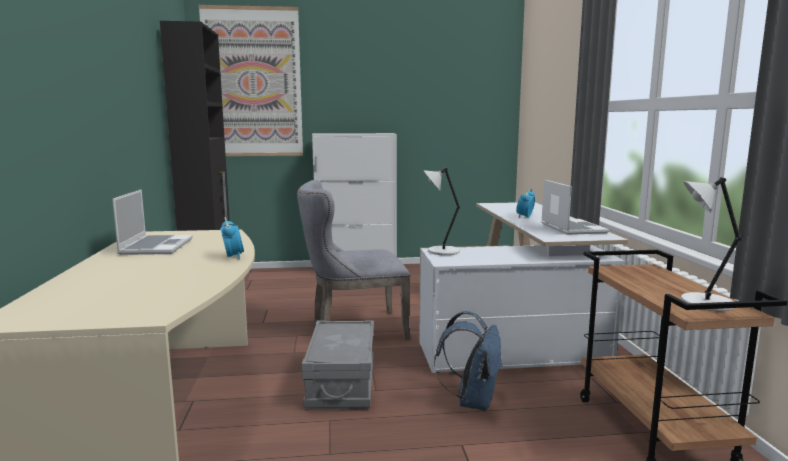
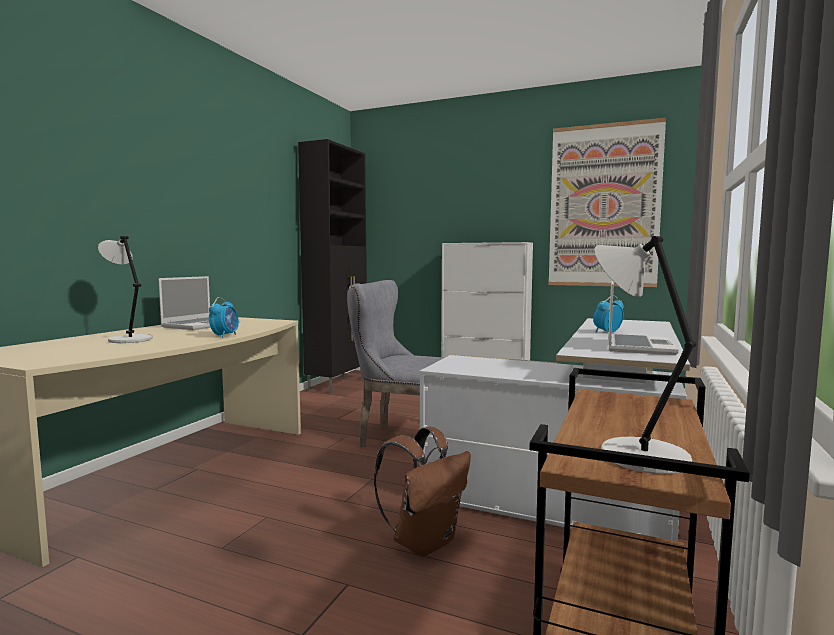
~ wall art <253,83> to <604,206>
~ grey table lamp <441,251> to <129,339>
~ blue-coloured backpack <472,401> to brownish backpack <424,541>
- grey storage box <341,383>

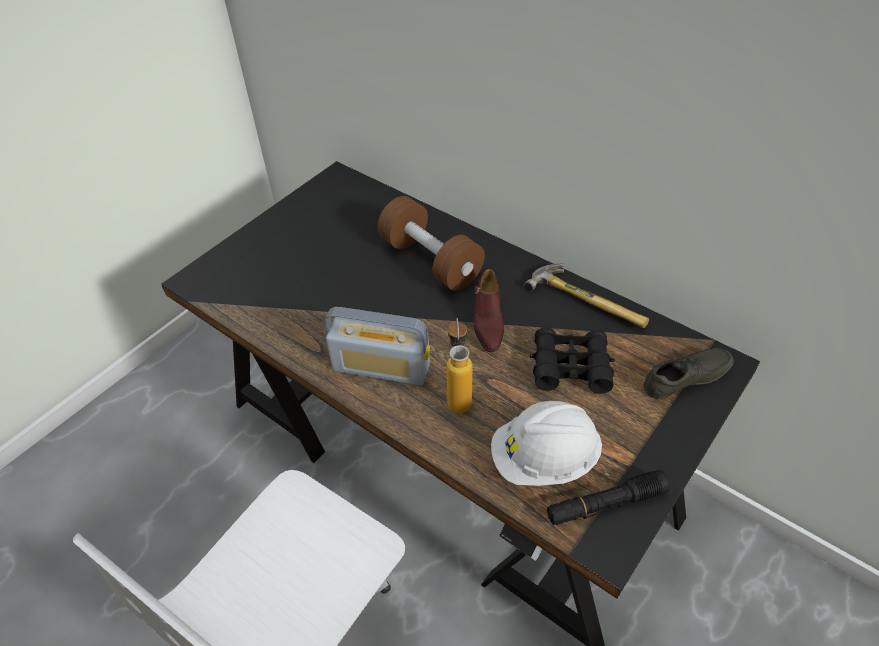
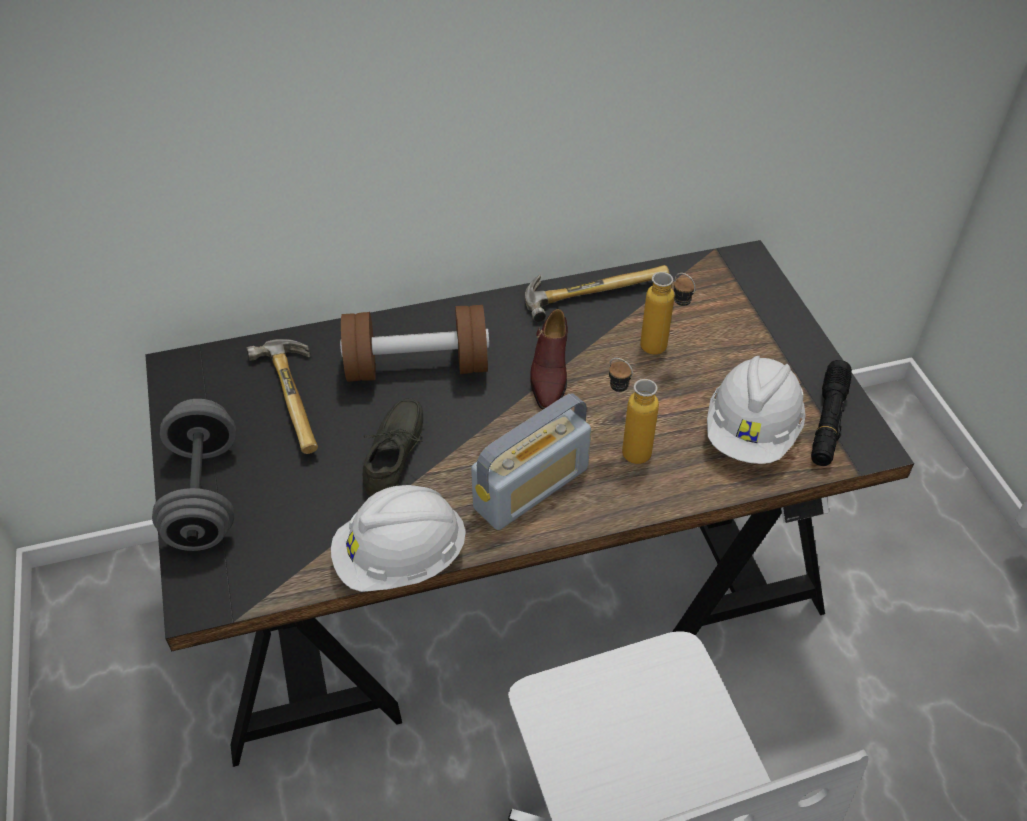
~ brownish item of footwear <487,321> = <549,373> 60 degrees clockwise
~ black-coloured field glasses <570,367> to drink bottle <662,352>
~ grey item of footwear <688,380> to <398,454>
+ tool hammer <299,398>
+ grey dumbbell <204,496>
+ white-coloured work helmet <400,560>

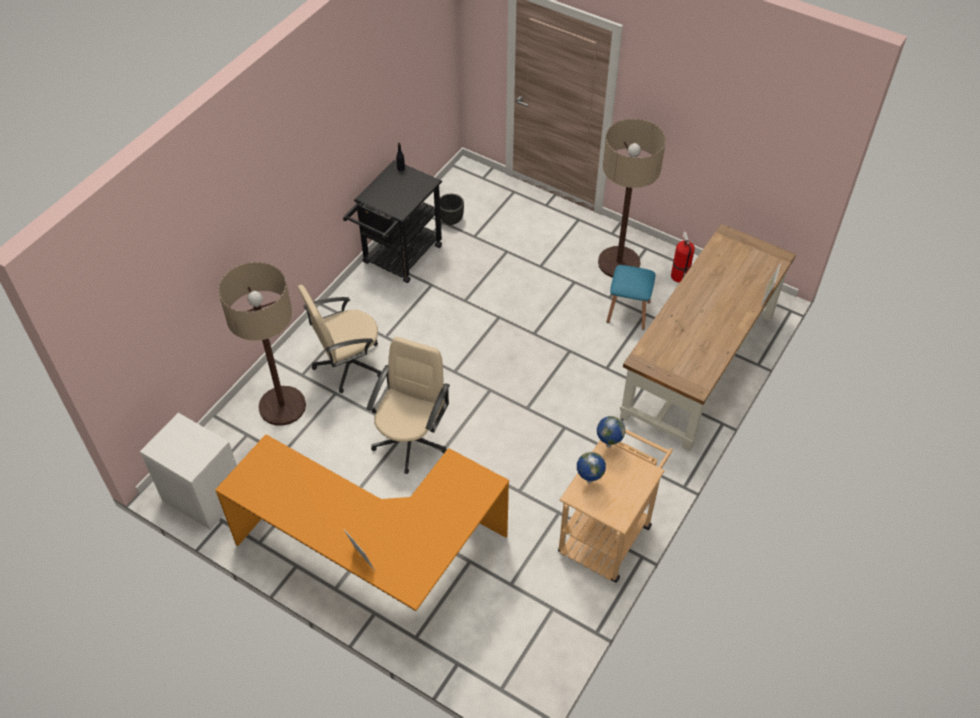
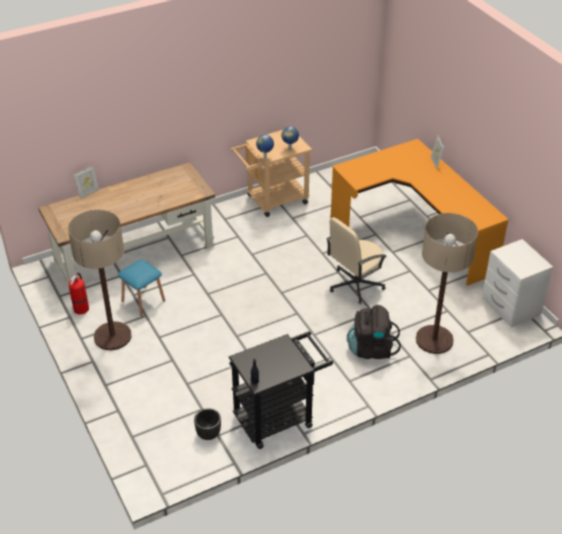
~ sand-coloured computer chair <348,364> to black-coloured backpack <371,349>

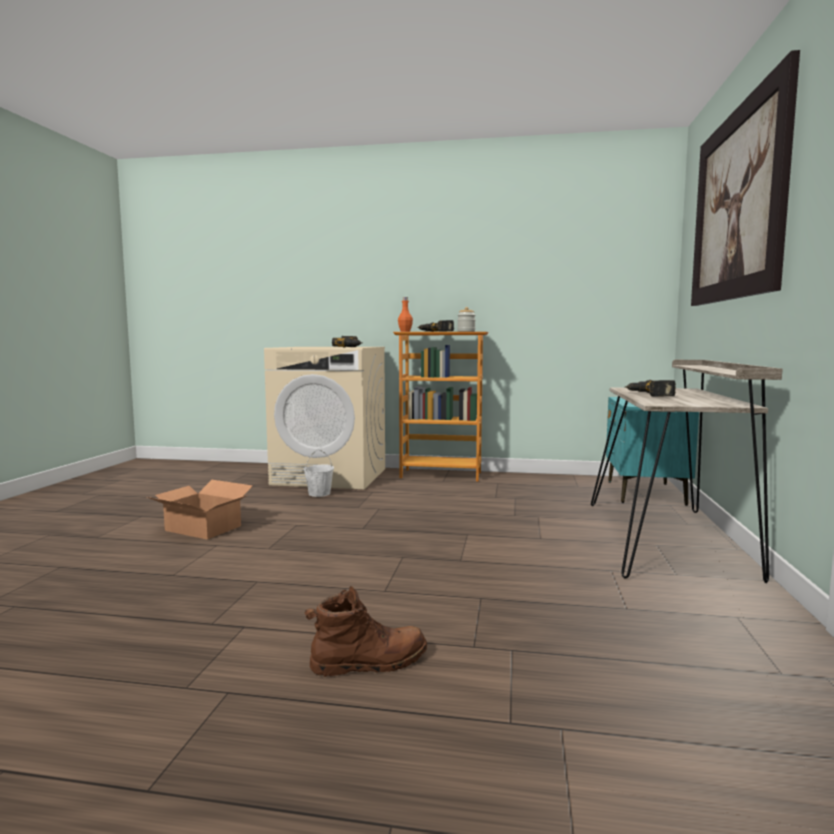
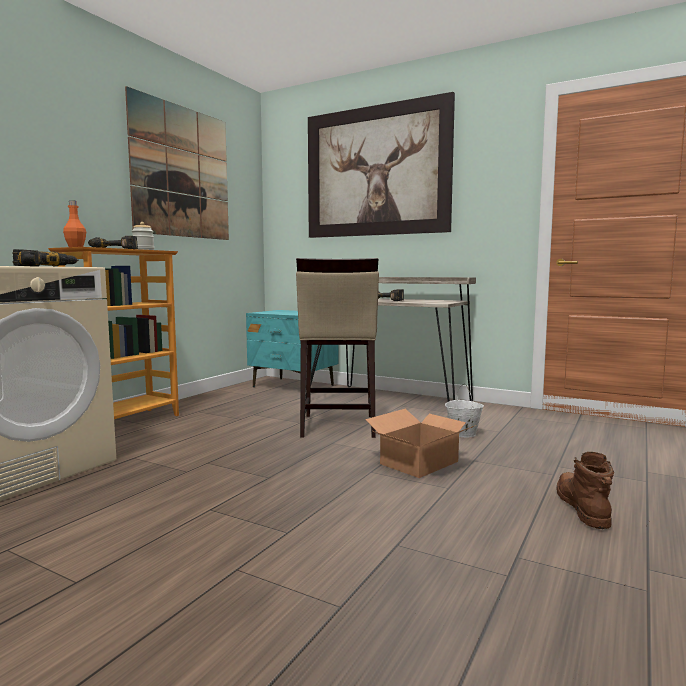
~ white-coloured water bucket <319,494> to <463,434>
~ cardboard box <203,528> to <420,463>
+ wall art <181,172>
+ sand-coloured sitting stool <337,426>

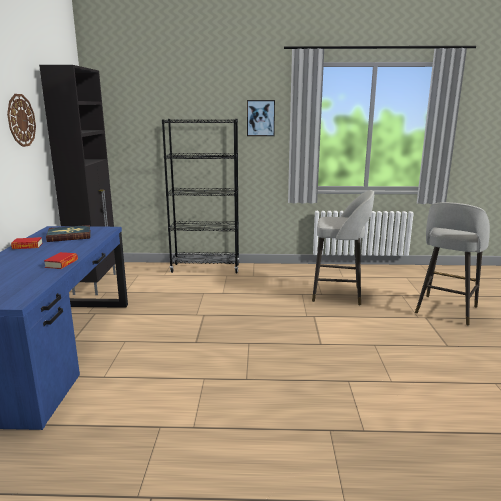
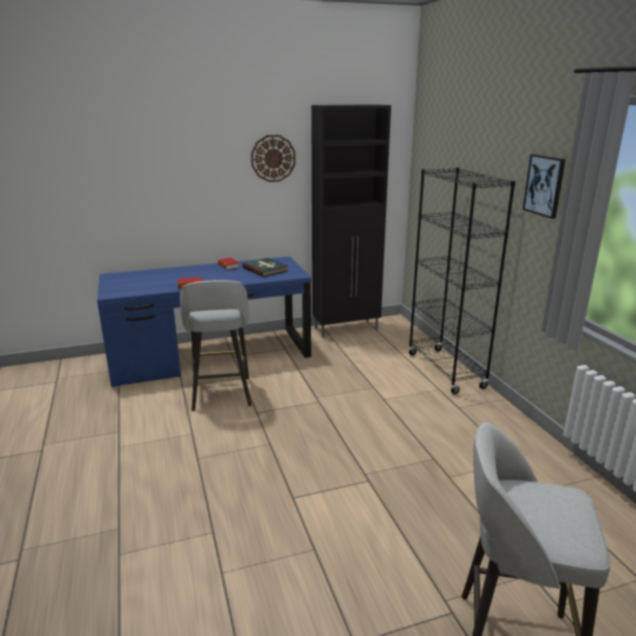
~ grey sitting stool <338,294> to <221,395>

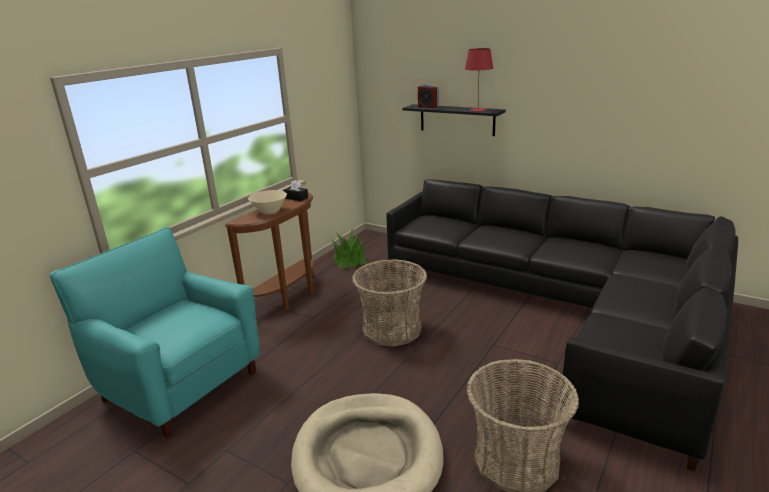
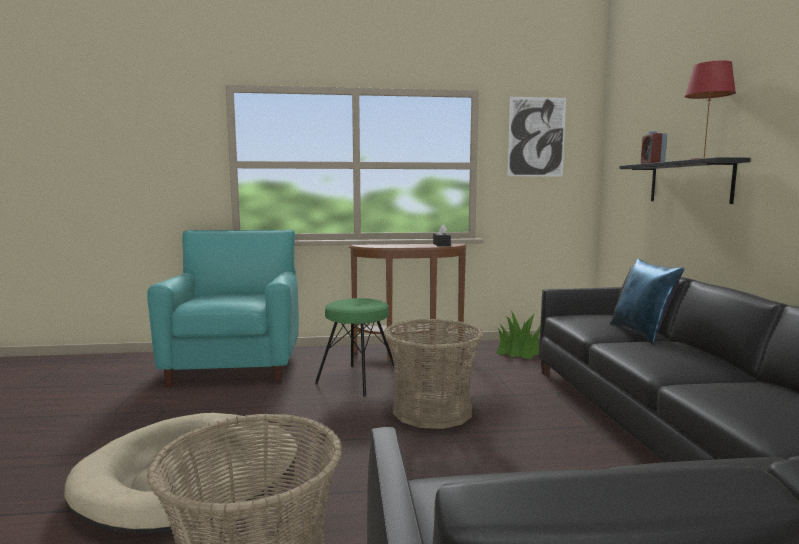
- sand-coloured bowl <269,211>
+ wall art <536,137>
+ blue-coloured cushion <642,334>
+ greenish sitting stool <357,380>

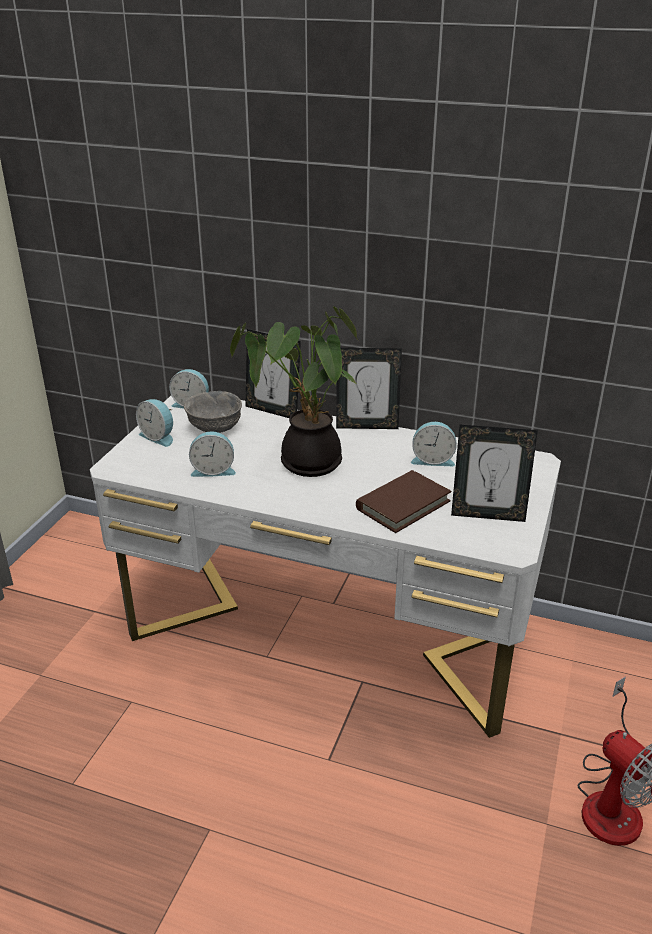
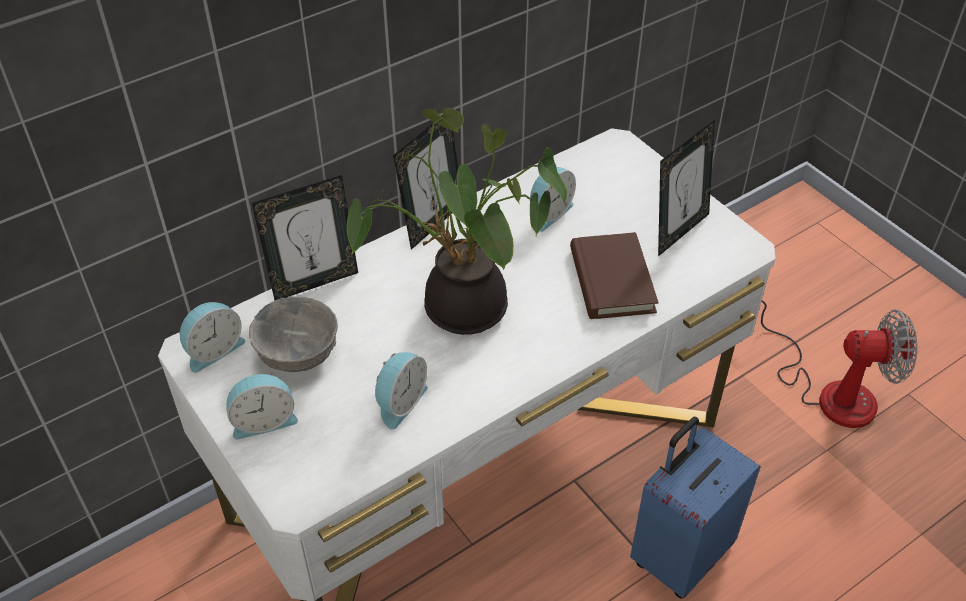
+ blue-coloured suitcase <679,555>

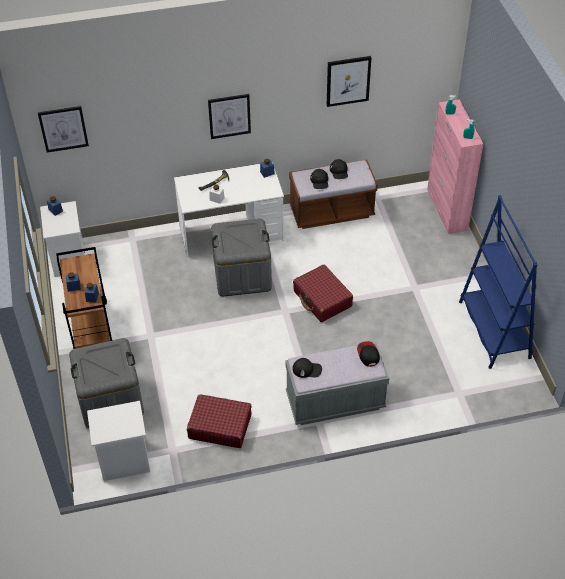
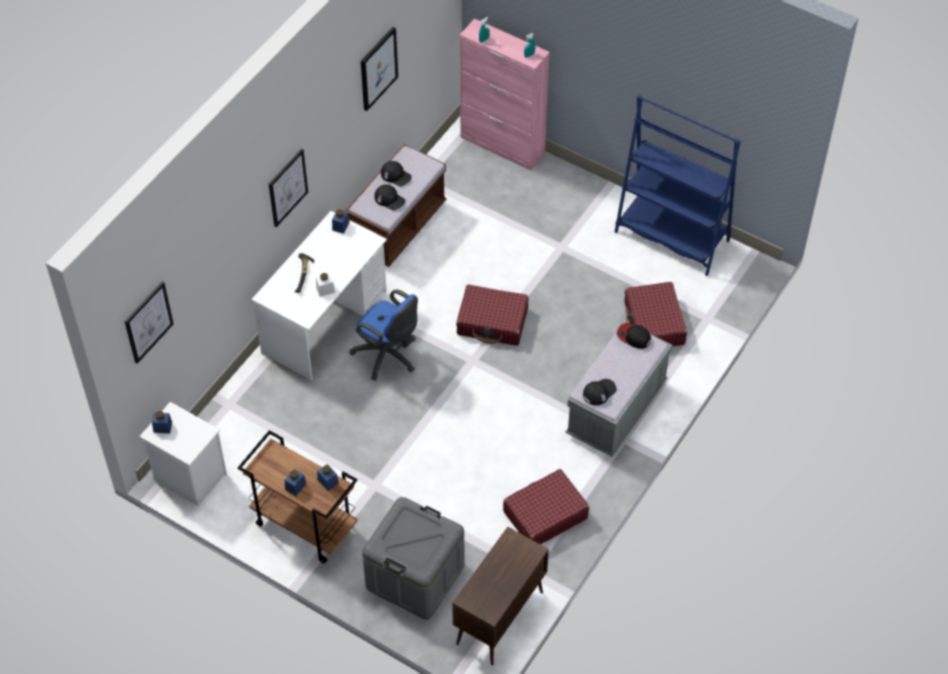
~ grey storage box <242,275> to blue-coloured computer chair <388,356>
~ white-coloured bedside table <123,461> to brownish storage cabinet <499,619>
+ red suitcase <654,323>

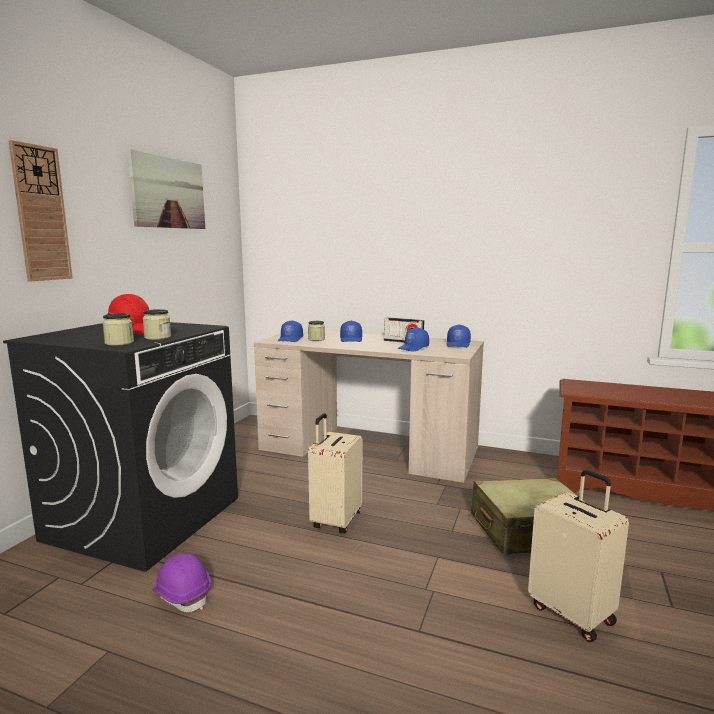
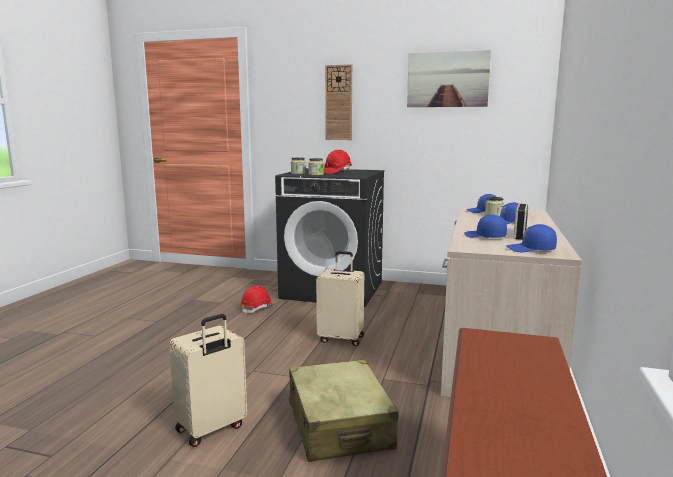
~ purplish work helmet <182,595> to red work helmet <257,308>

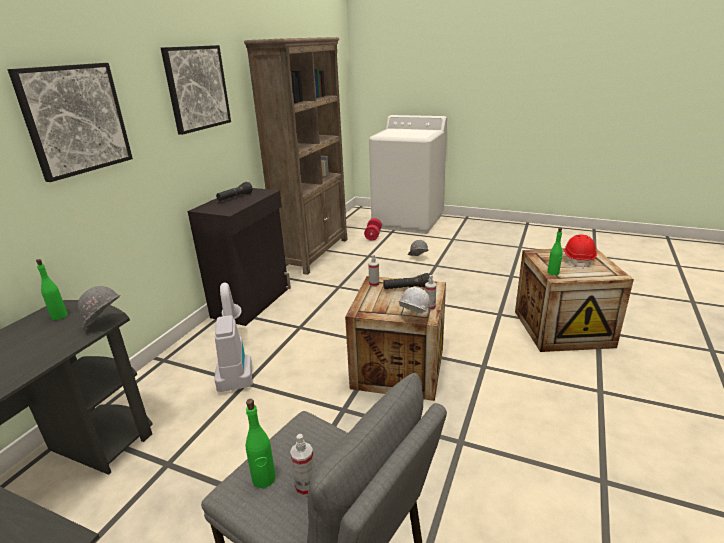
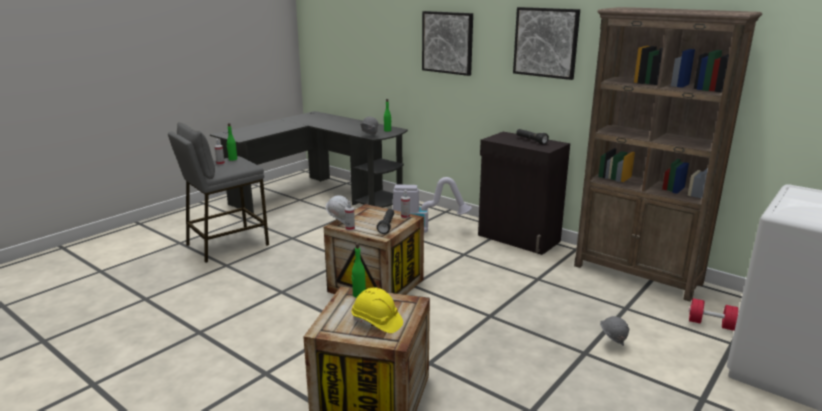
~ red work helmet <578,259> to yellow work helmet <376,322>

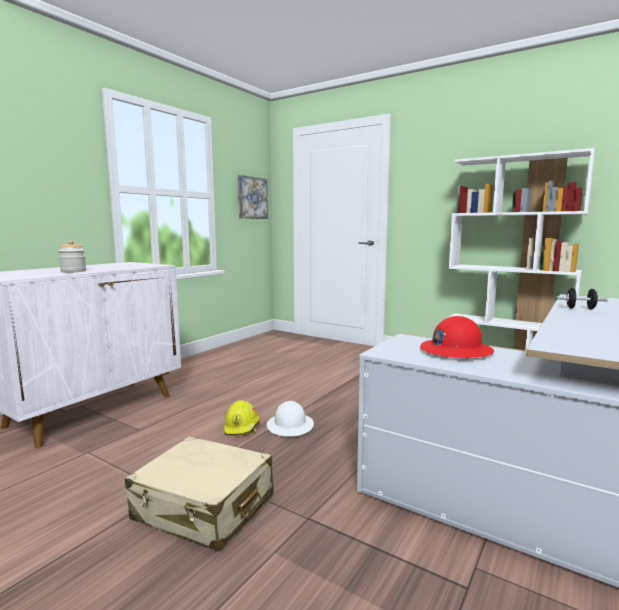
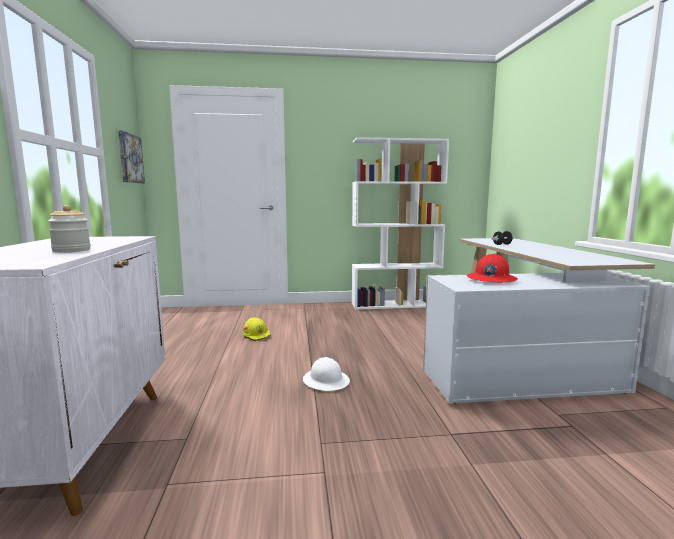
~ yellow work helmet <242,427> to <257,336>
- sand-coloured suitcase <204,508>

